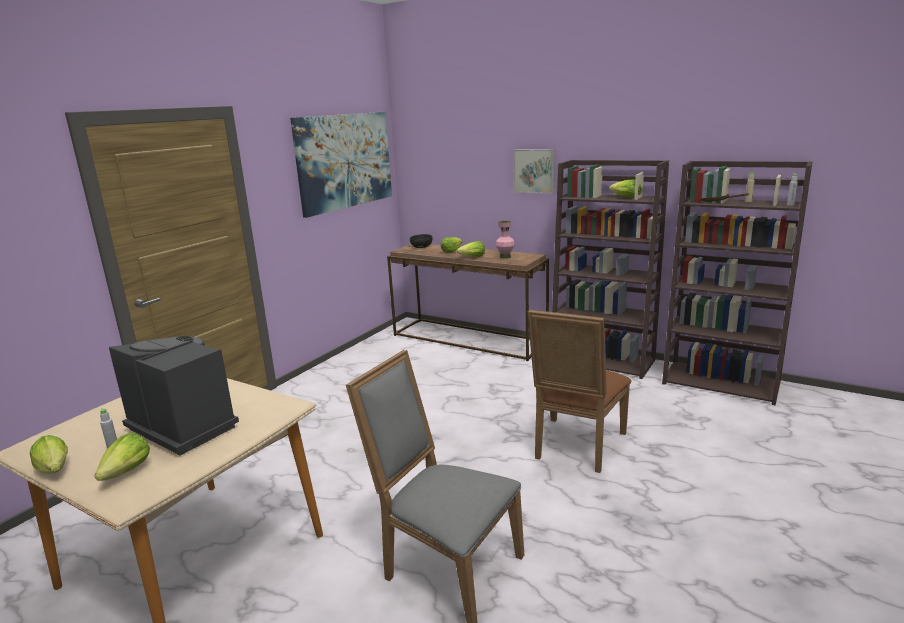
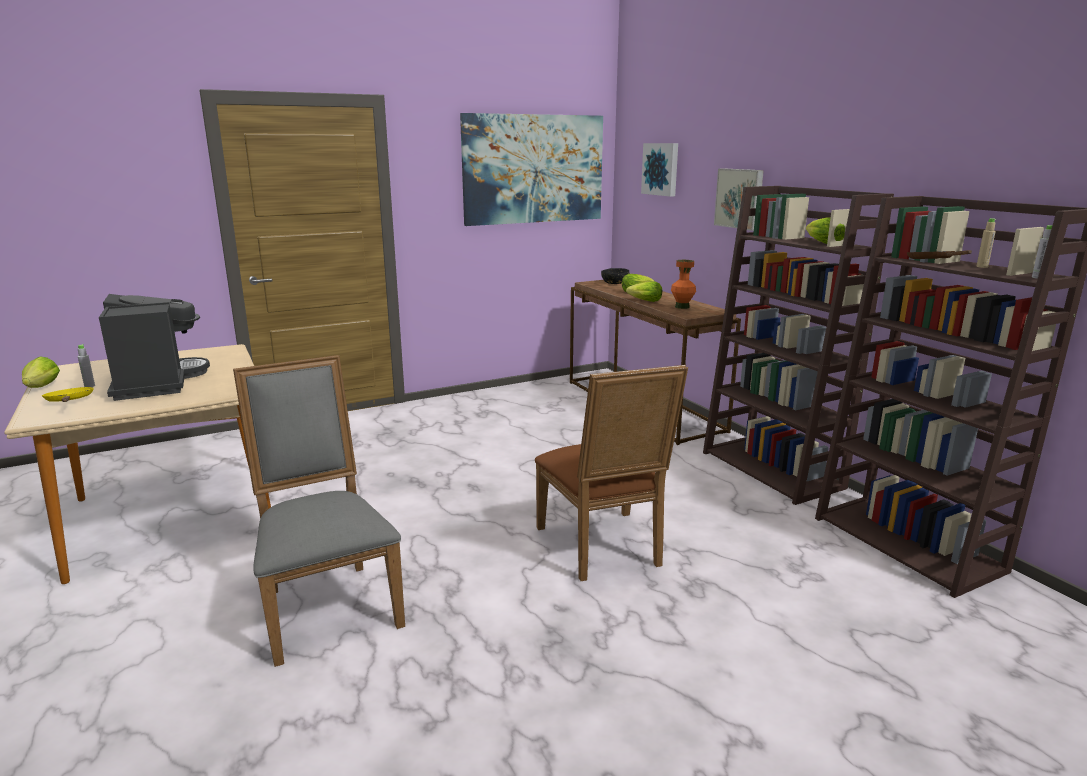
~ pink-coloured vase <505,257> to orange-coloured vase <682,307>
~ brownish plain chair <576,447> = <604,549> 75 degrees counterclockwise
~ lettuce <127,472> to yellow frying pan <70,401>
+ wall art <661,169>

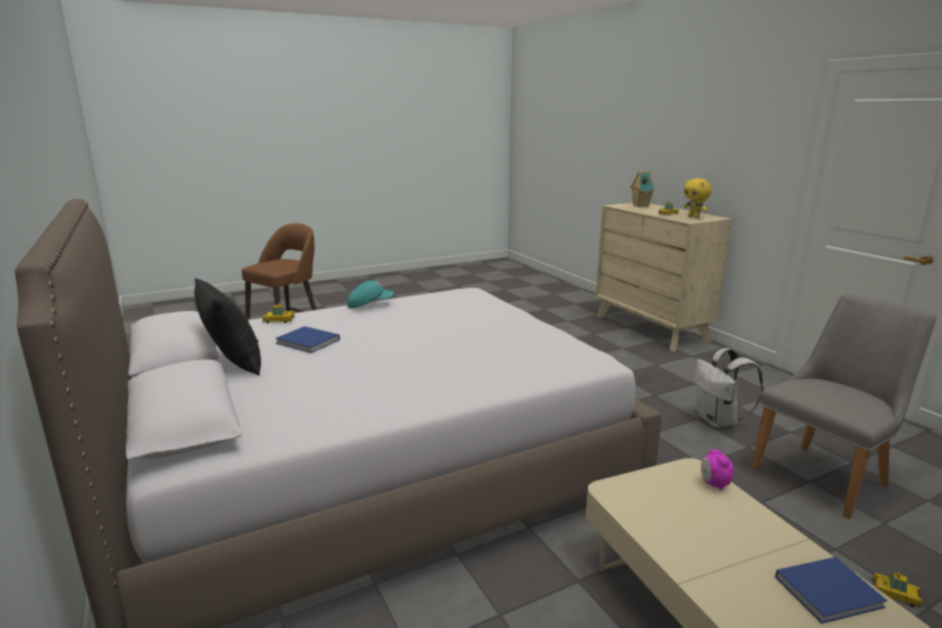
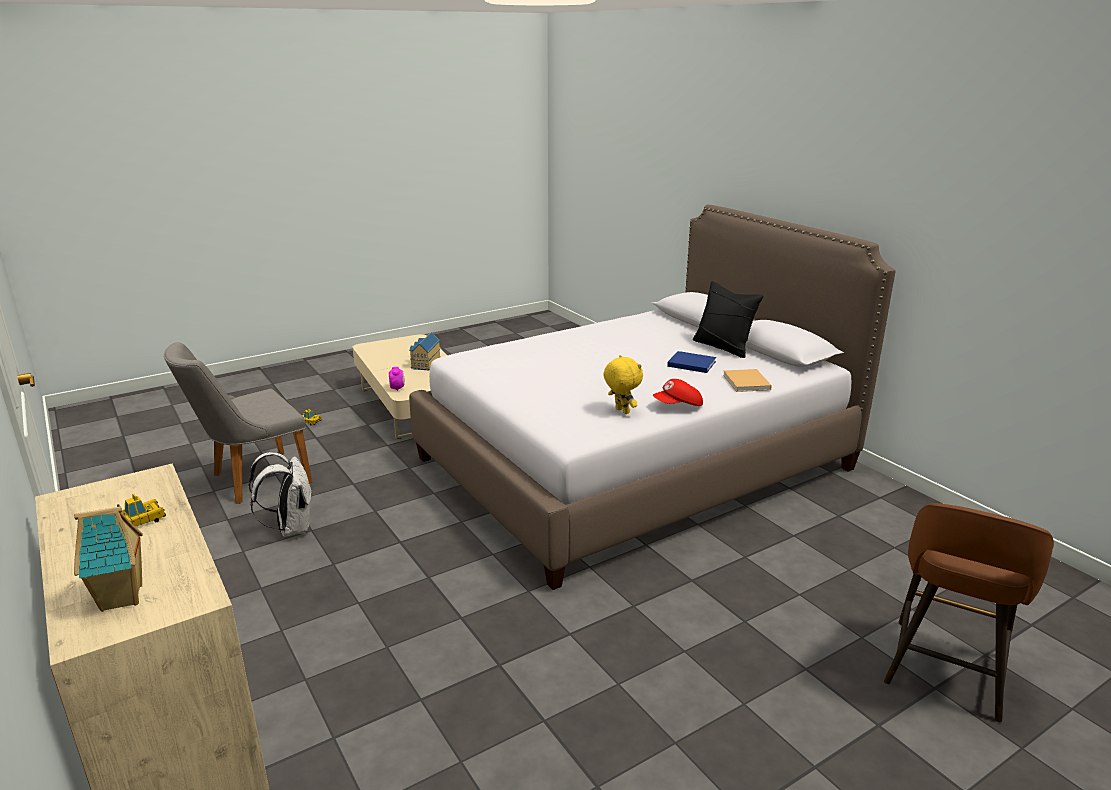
~ yellow soft toy <694,217> to <621,411>
~ turquoise-coloured peaked cap <369,305> to red peaked cap <678,406>
~ miniature car <279,320> to sand-coloured volume <747,383>
- blue-coloured volume <830,591>
+ model house <425,363>

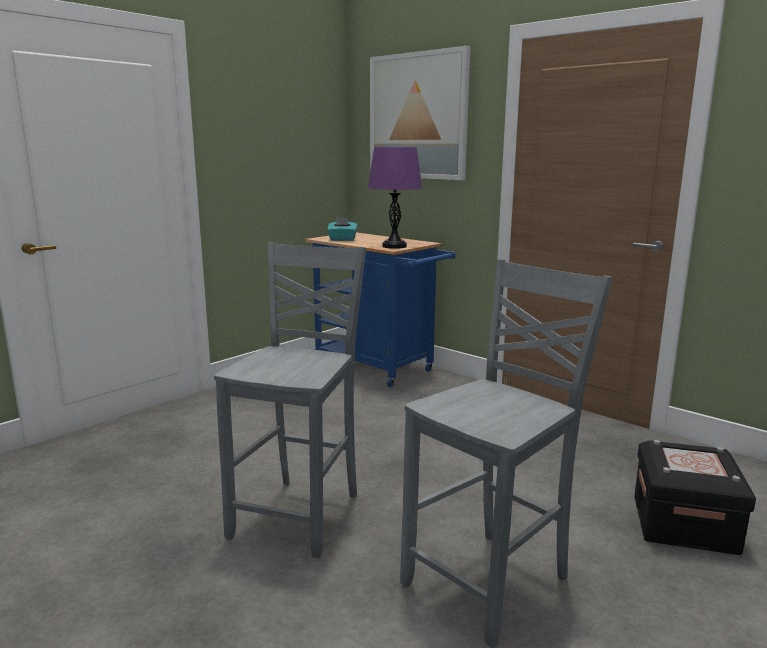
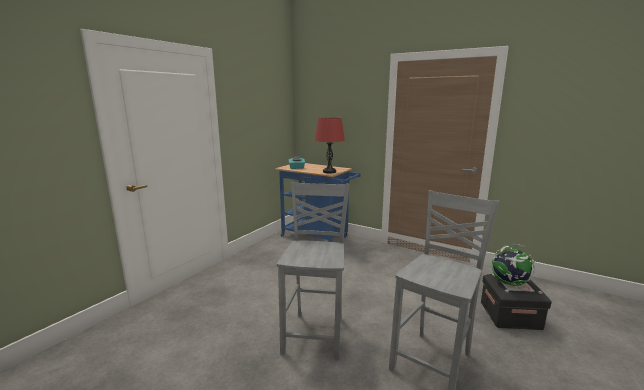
- wall art <418,116>
~ purplish table lamp <394,246> to red table lamp <329,172>
+ desk globe <509,283>

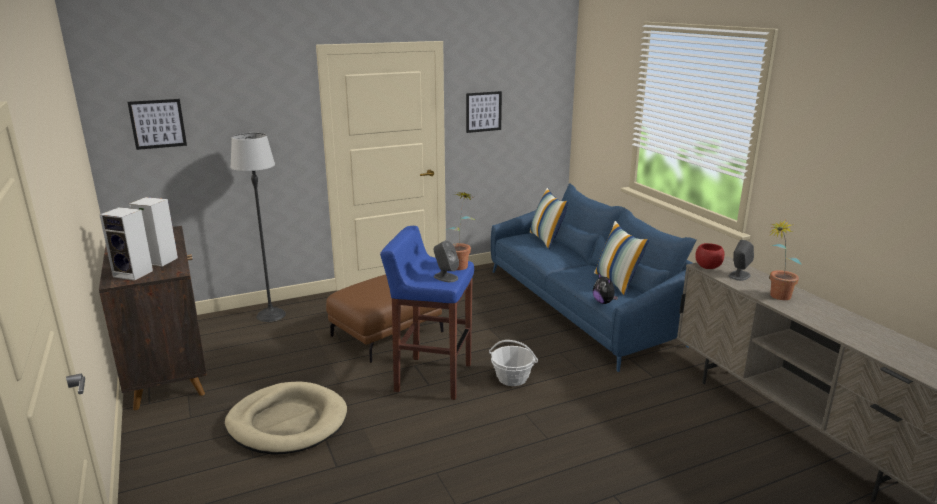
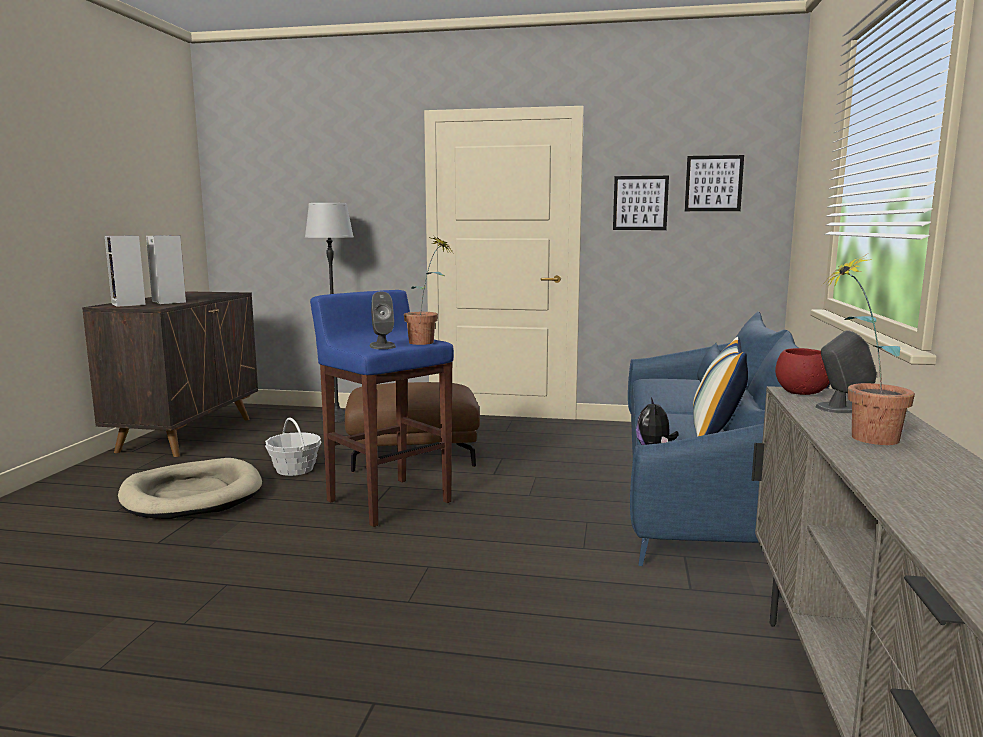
~ wall art <158,124> to <713,183>
- cushion <546,239>
~ household basket <512,378> to <294,469>

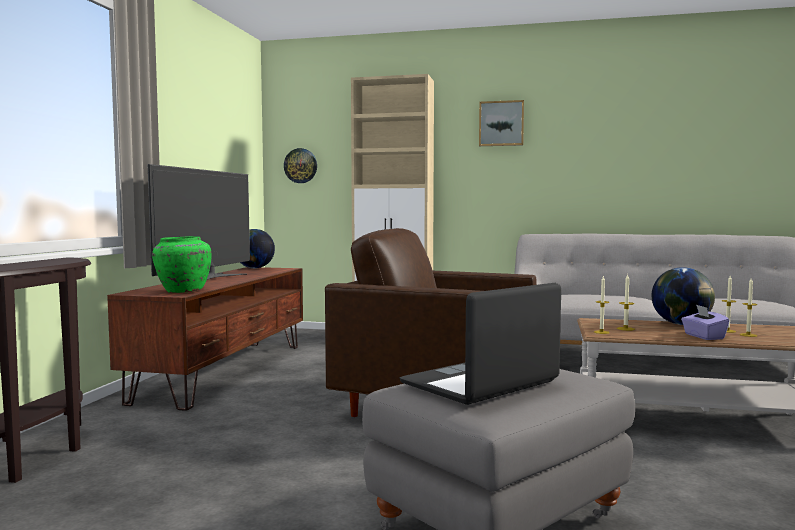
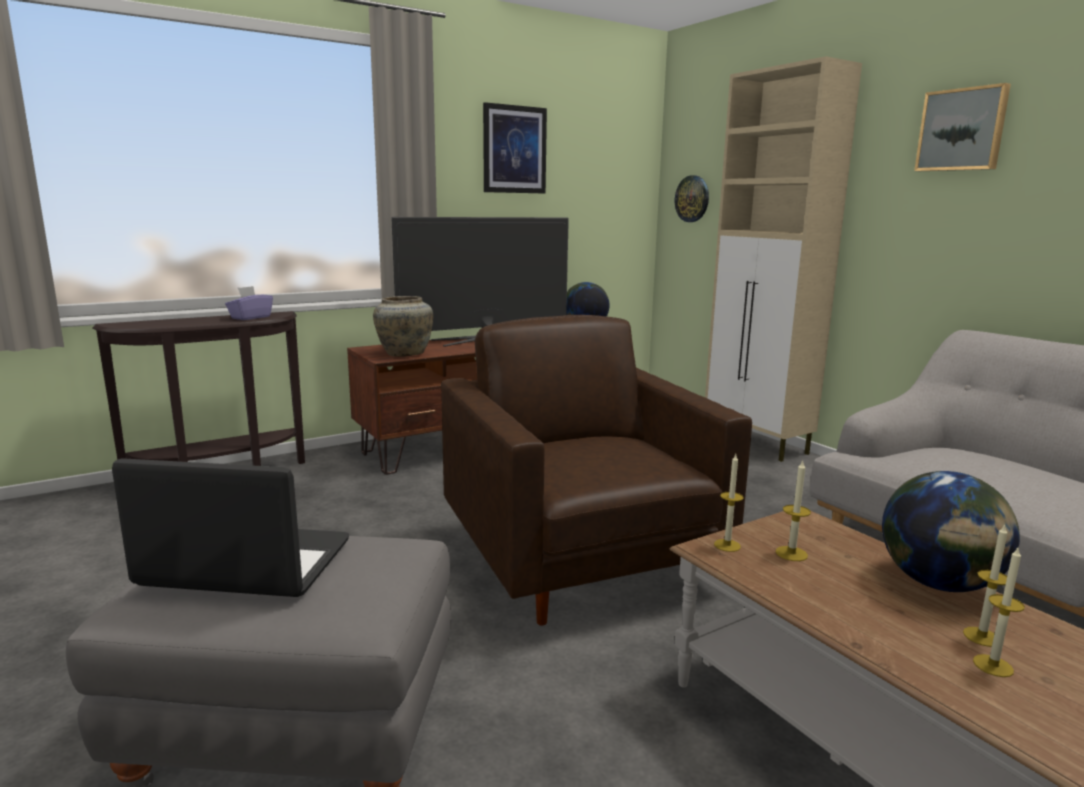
~ greenish vase <182,291> to sand-coloured vase <404,354>
~ purplish box of tissues <703,336> to <250,317>
+ wall art <514,149>

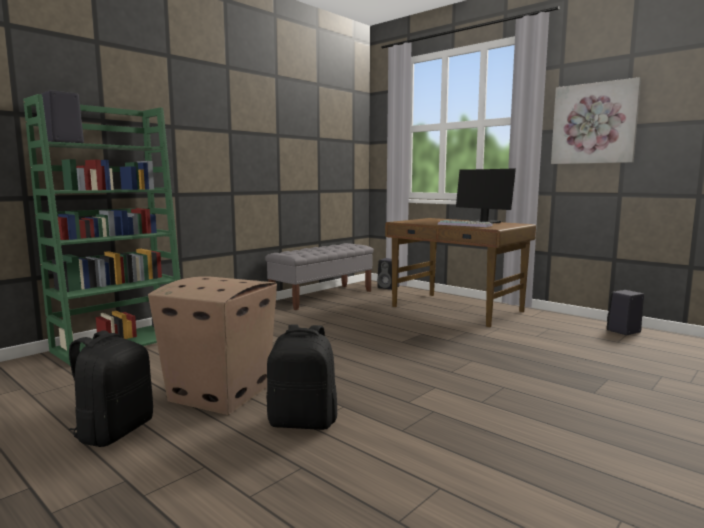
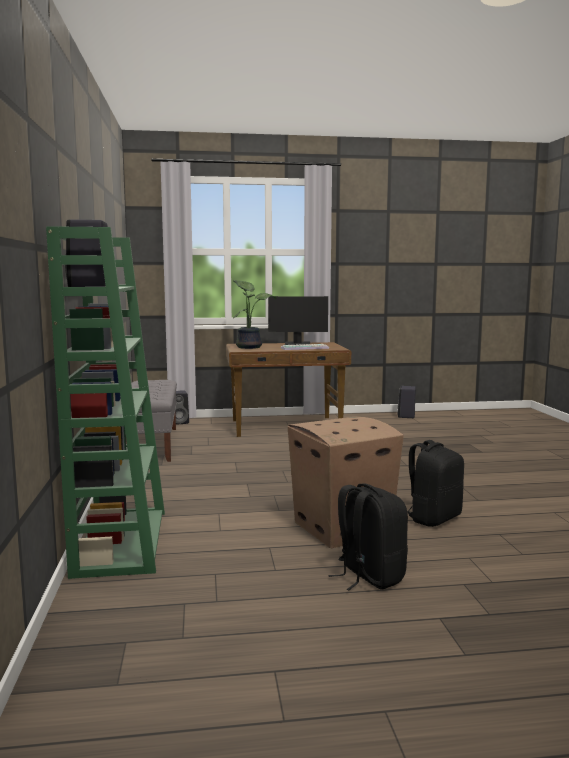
- wall art <594,123>
+ houseplant <249,347>

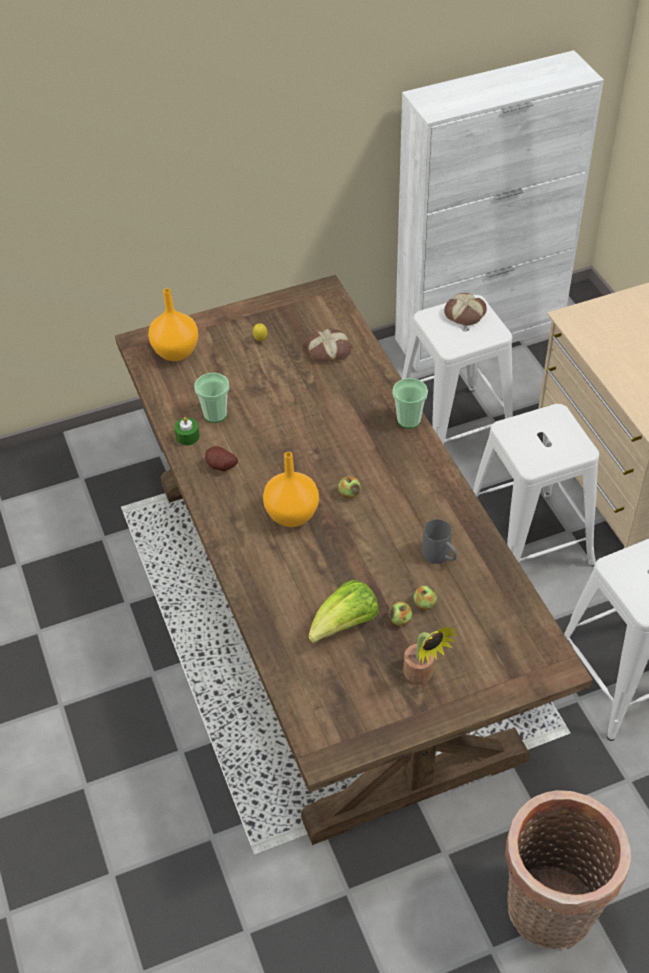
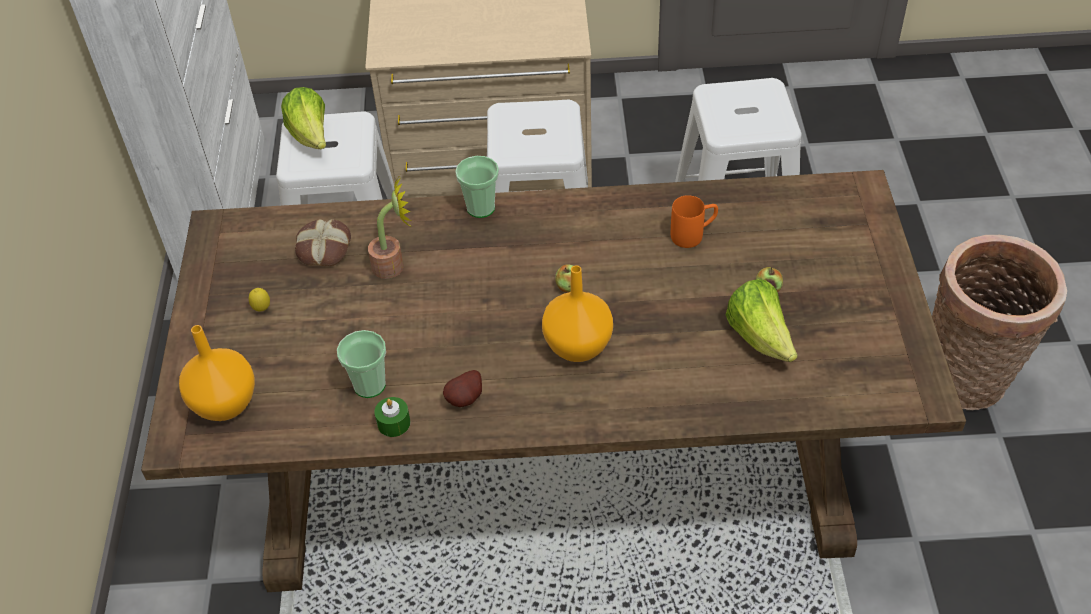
~ baked bread <465,314> to lettuce <311,136>
~ grey tea mug <440,557> to orange-coloured tea mug <693,235>
- whole apple <424,604>
~ houseplant <422,675> to <394,265>

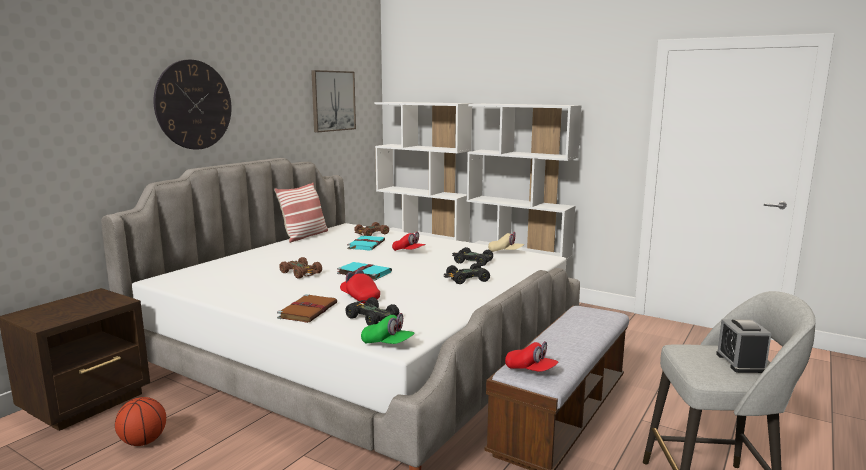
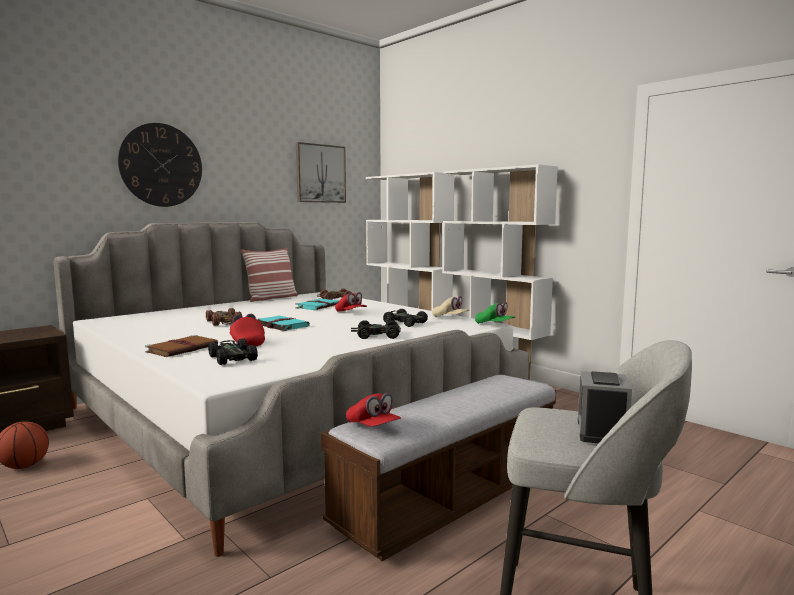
~ greenish peaked cap <387,344> to <494,325>

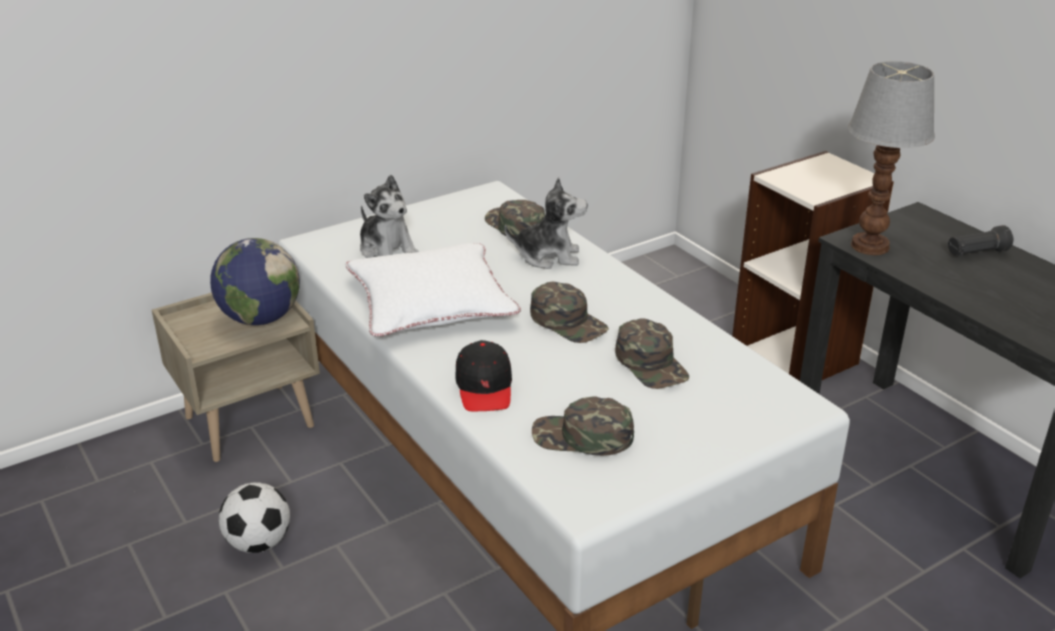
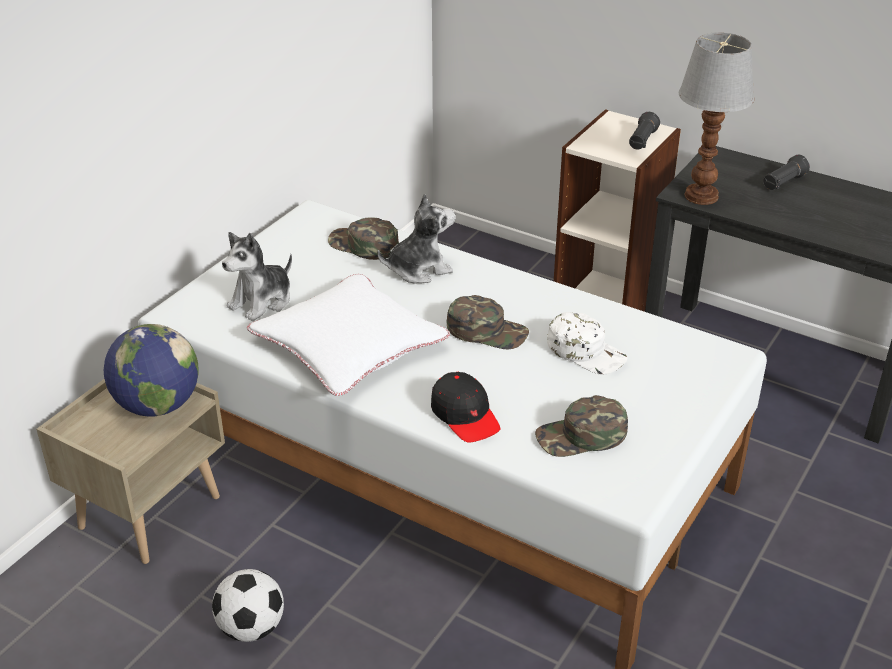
~ soft toy <387,250> = <262,301> 105 degrees clockwise
~ greenish peaked cap <651,363> to white-coloured peaked cap <586,351>
+ black-coloured flashlight <642,141>

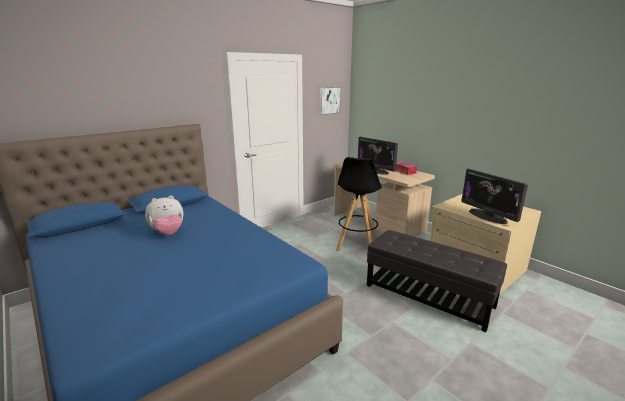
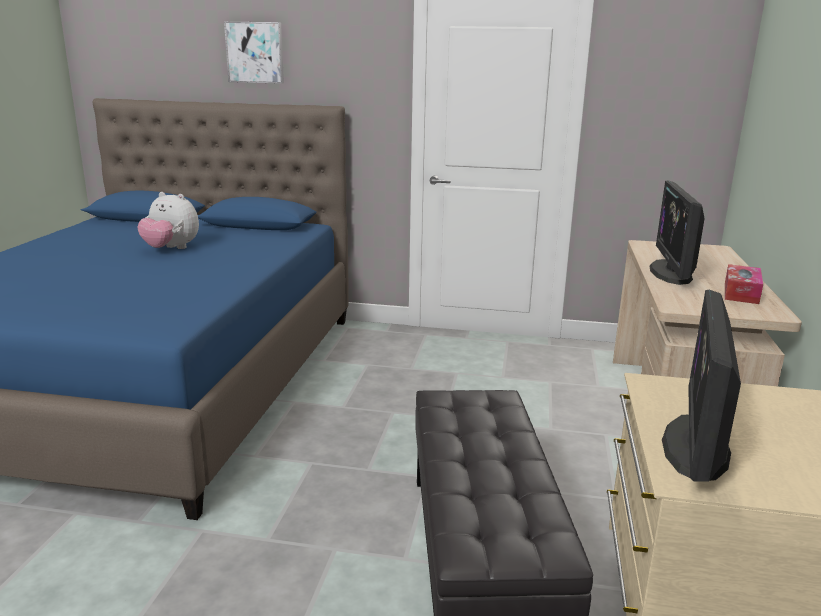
~ wall art <329,100> to <255,52>
- black-coloured sitting stool <356,244>

